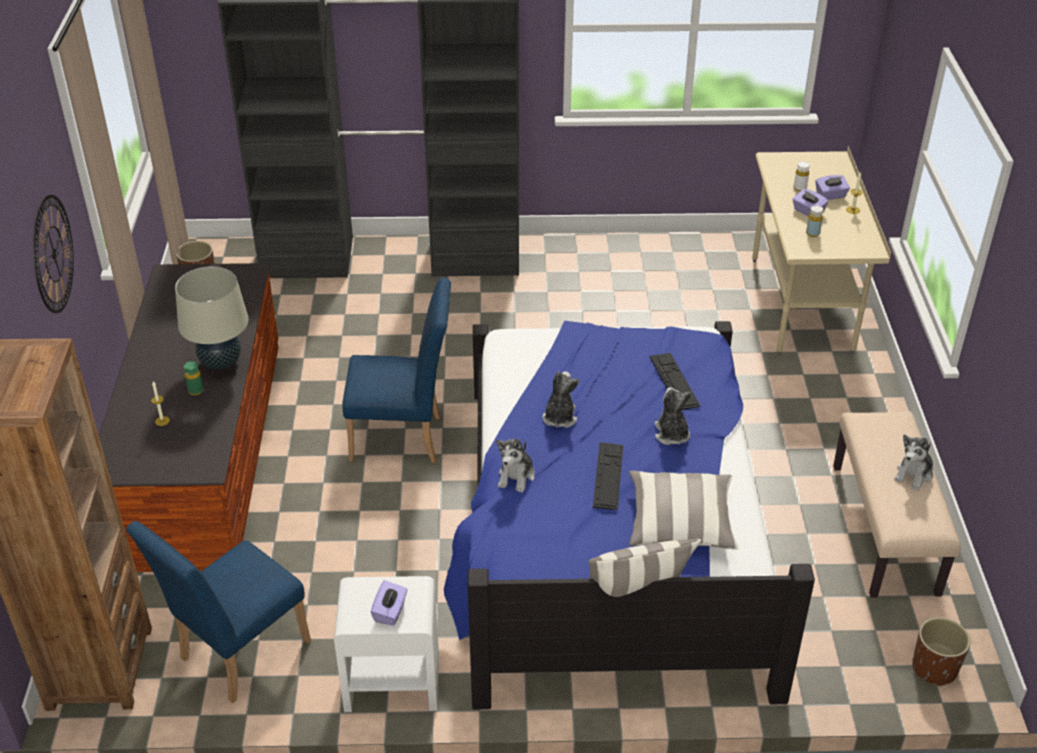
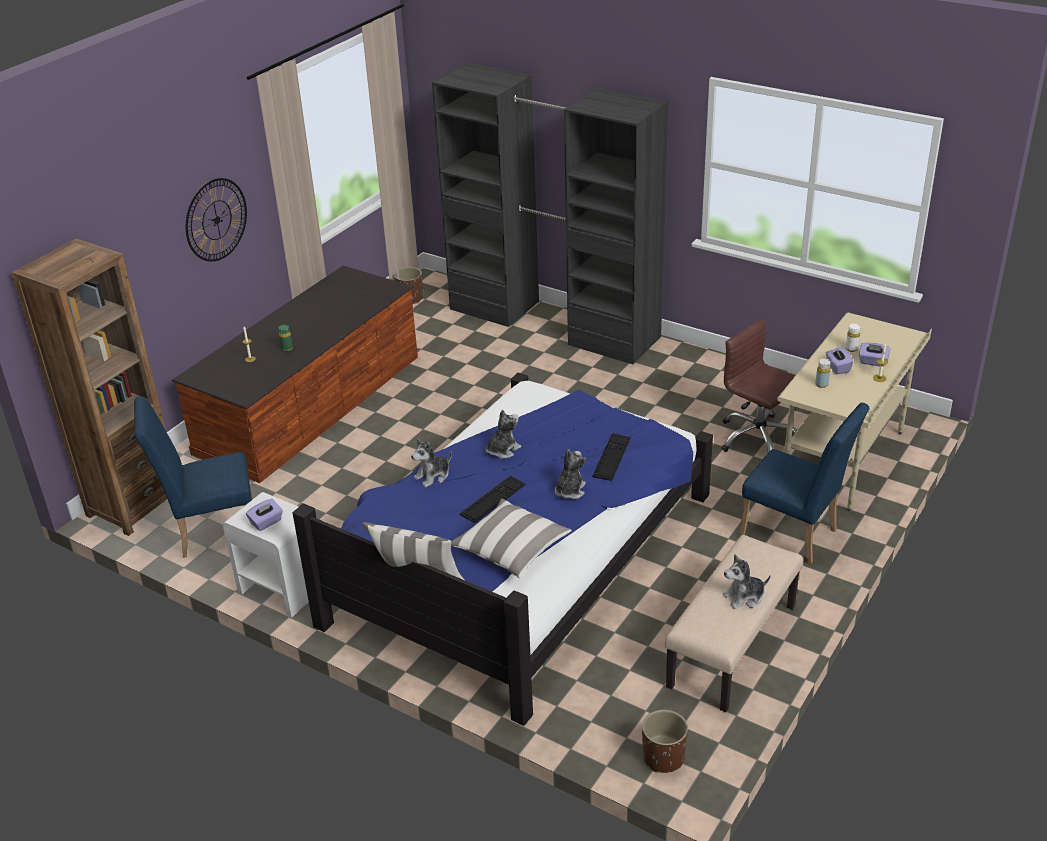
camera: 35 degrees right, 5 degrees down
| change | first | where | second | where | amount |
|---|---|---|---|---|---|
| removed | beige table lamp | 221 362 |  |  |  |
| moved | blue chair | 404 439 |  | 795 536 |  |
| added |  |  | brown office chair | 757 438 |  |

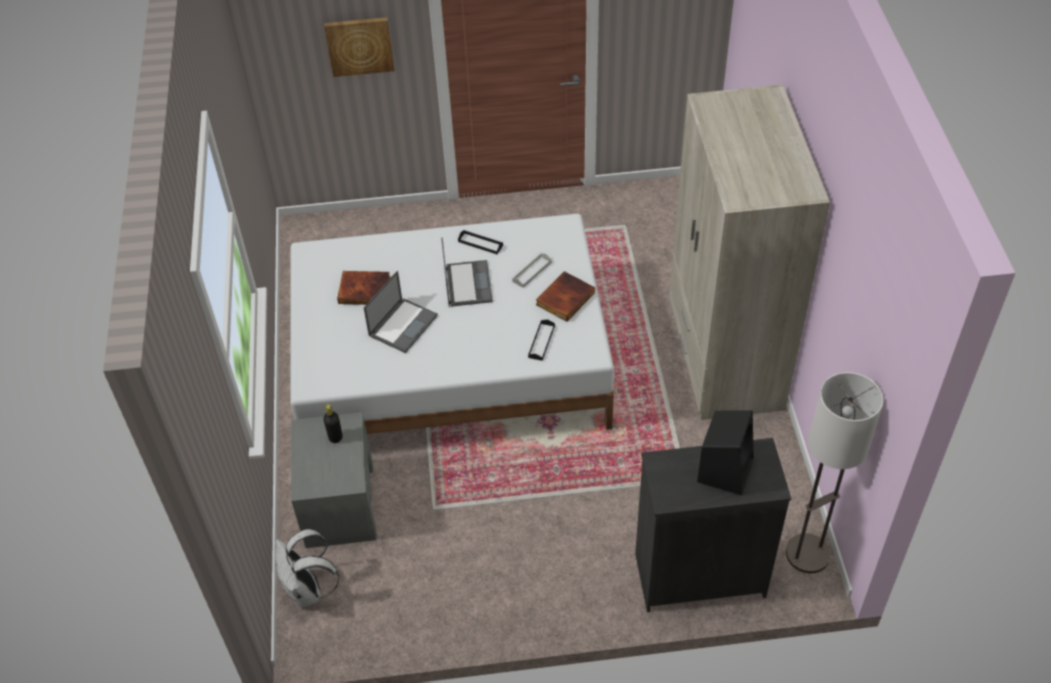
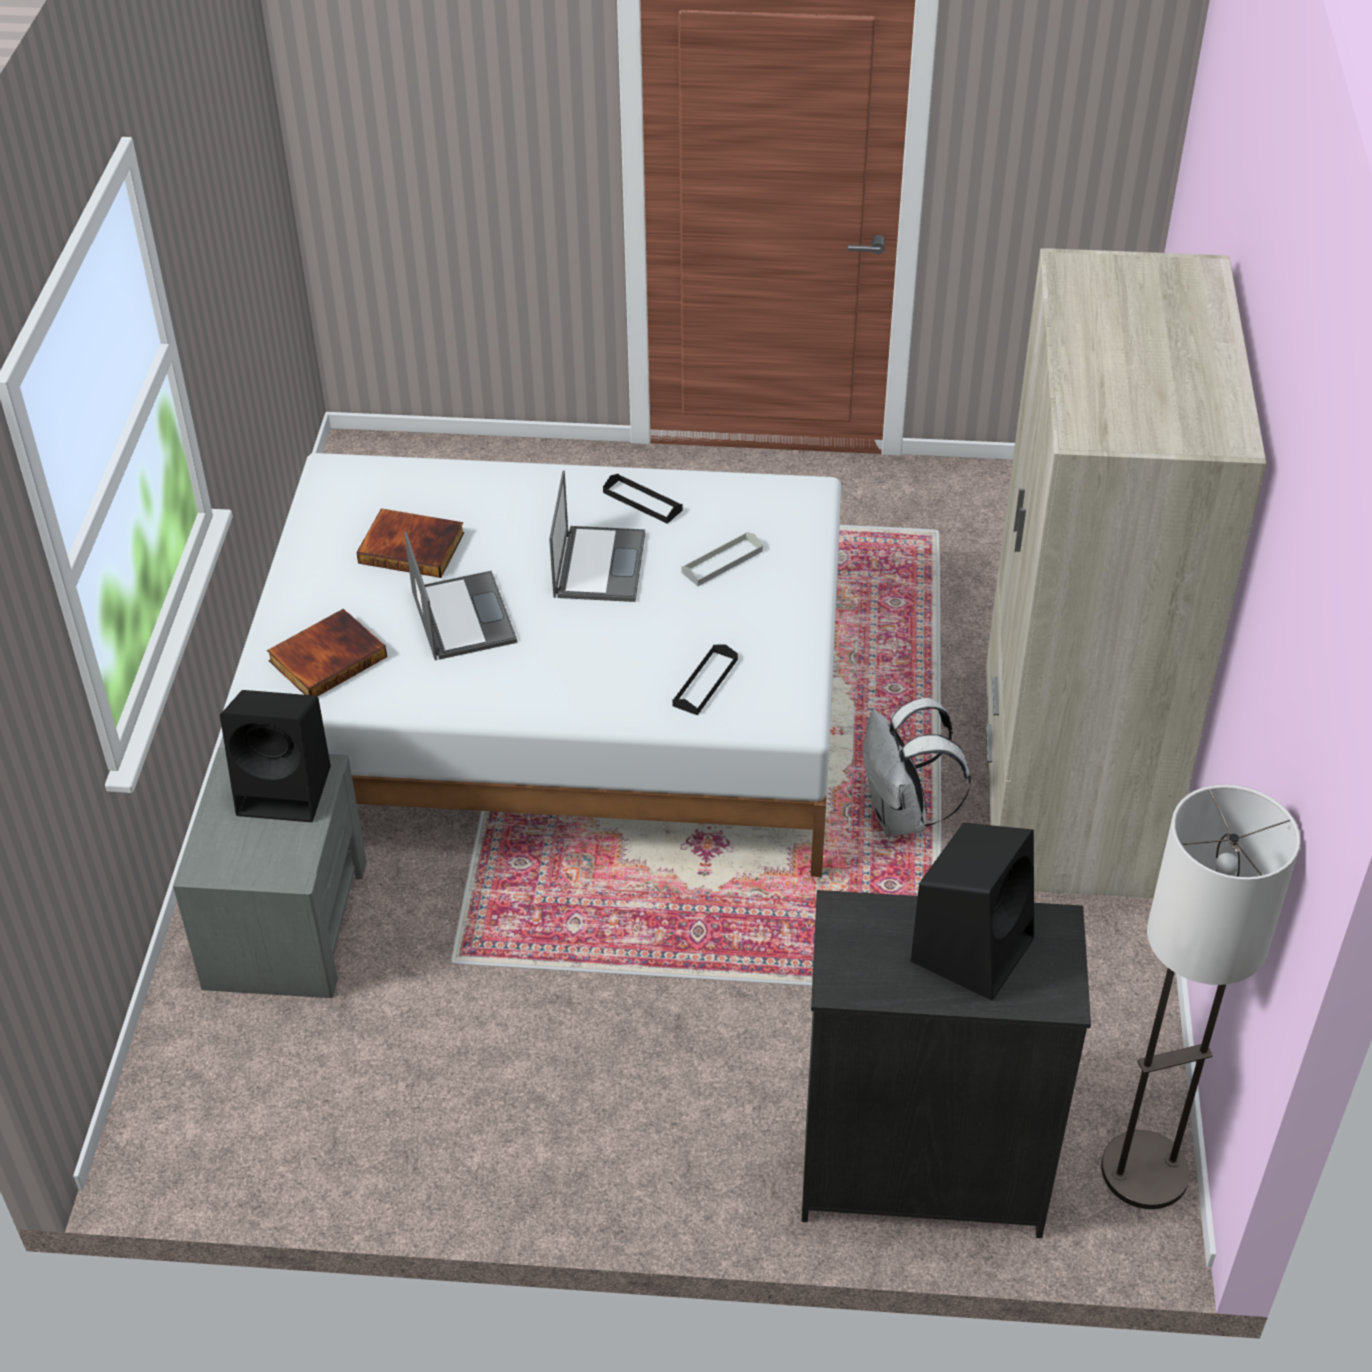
camera: 10 degrees right, 5 degrees down
| change | first | where | second | where | amount |
|---|---|---|---|---|---|
| removed | picture | 359 45 |  |  |  |
| turned | laptop | 403 325 |  | 462 615 | 60 degrees counterclockwise |
| moved | book | 564 298 |  | 327 657 |  |
| replaced | black bottle | 335 437 | black speaker | 287 790 |  |
| moved | white backpack | 308 591 |  | 902 816 |  |

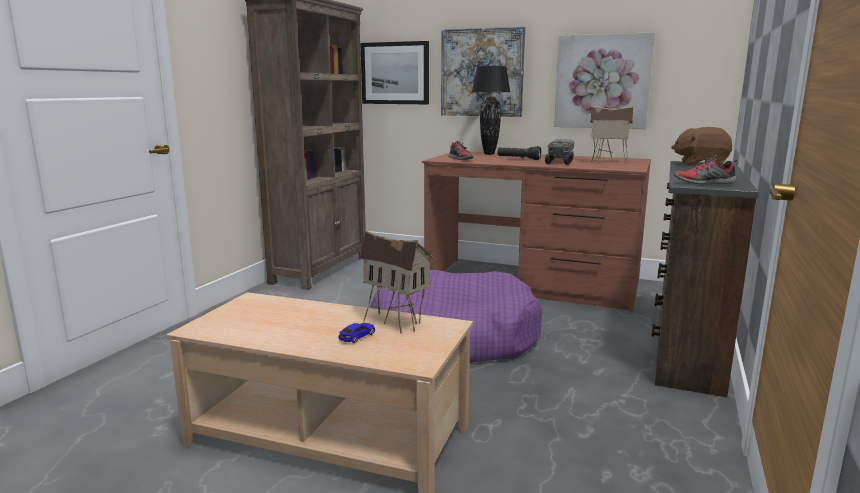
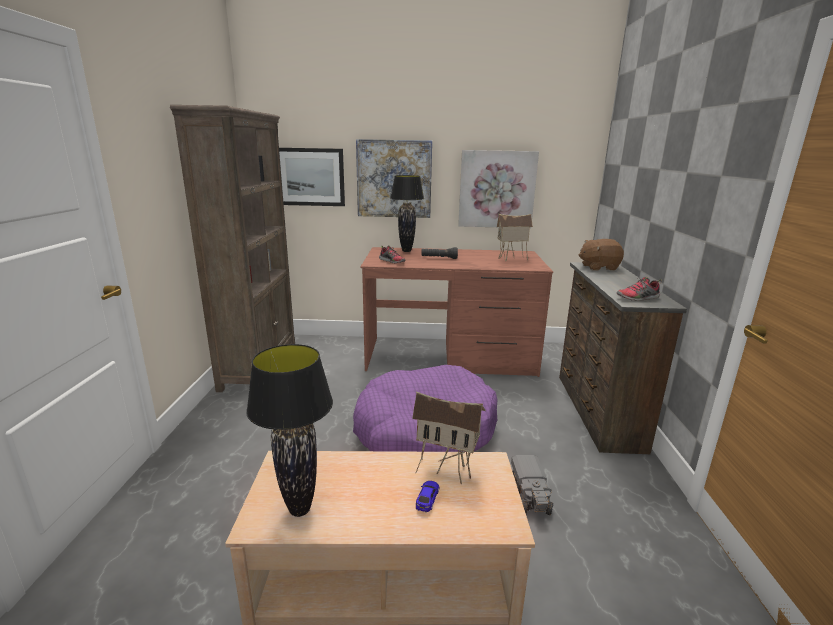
camera: 20 degrees left, 5 degrees up
| change | first | where | second | where | amount |
|---|---|---|---|---|---|
| moved | toy truck | 559 162 |  | 530 496 |  |
| added |  |  | black table lamp | 300 510 |  |

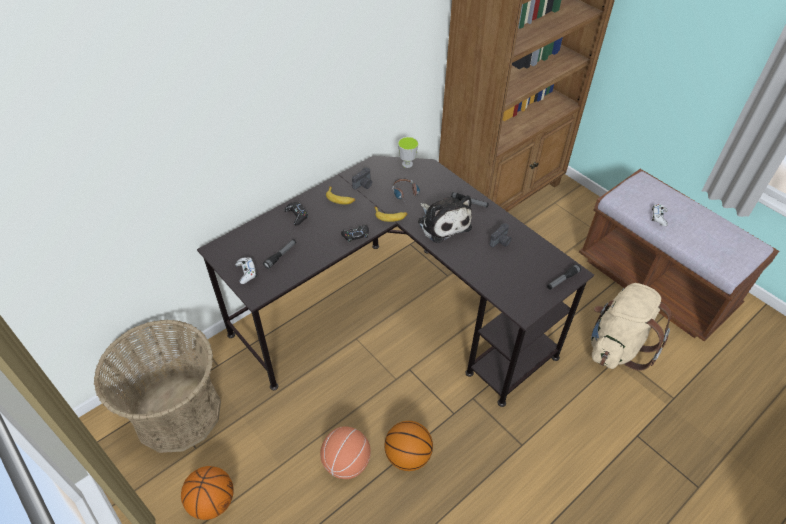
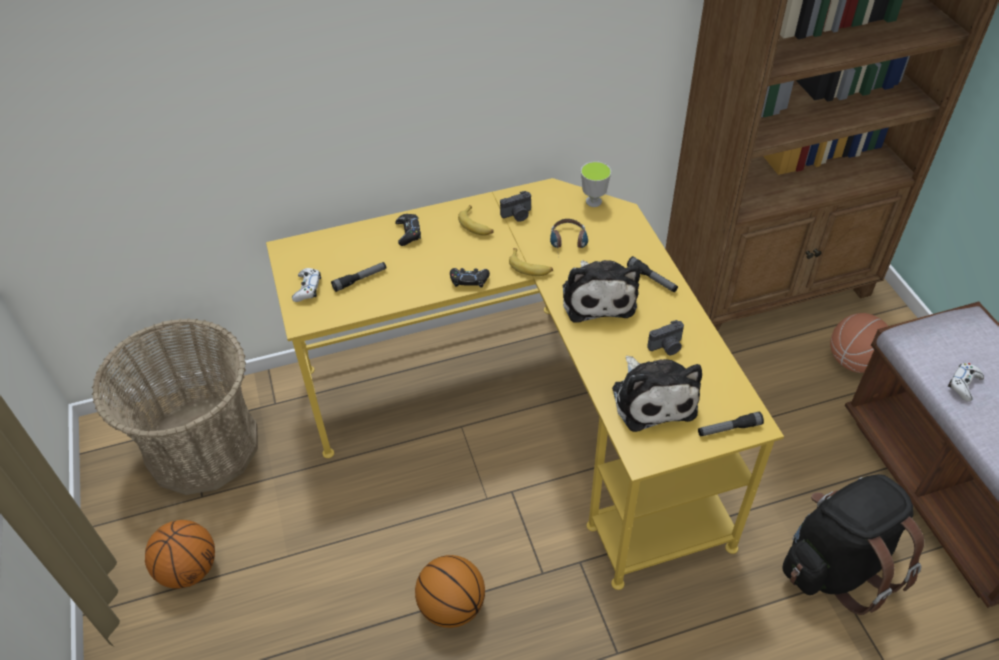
camera: 25 degrees right, 0 degrees up
| change | first | where | second | where | amount |
|---|---|---|---|---|---|
| recoloured | black desk | 394 315 | yellow desk | 527 412 |  |
| recoloured | beige backpack | 616 346 | black backpack | 837 565 |  |
| moved | basketball | 346 462 |  | 854 360 |  |
| added |  |  | plush toy | 652 397 |  |

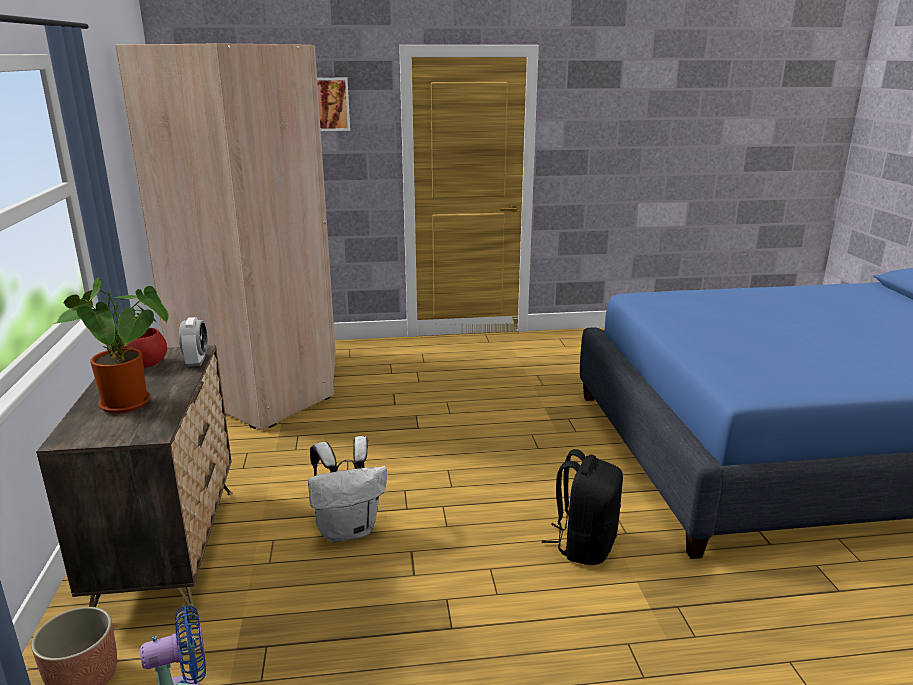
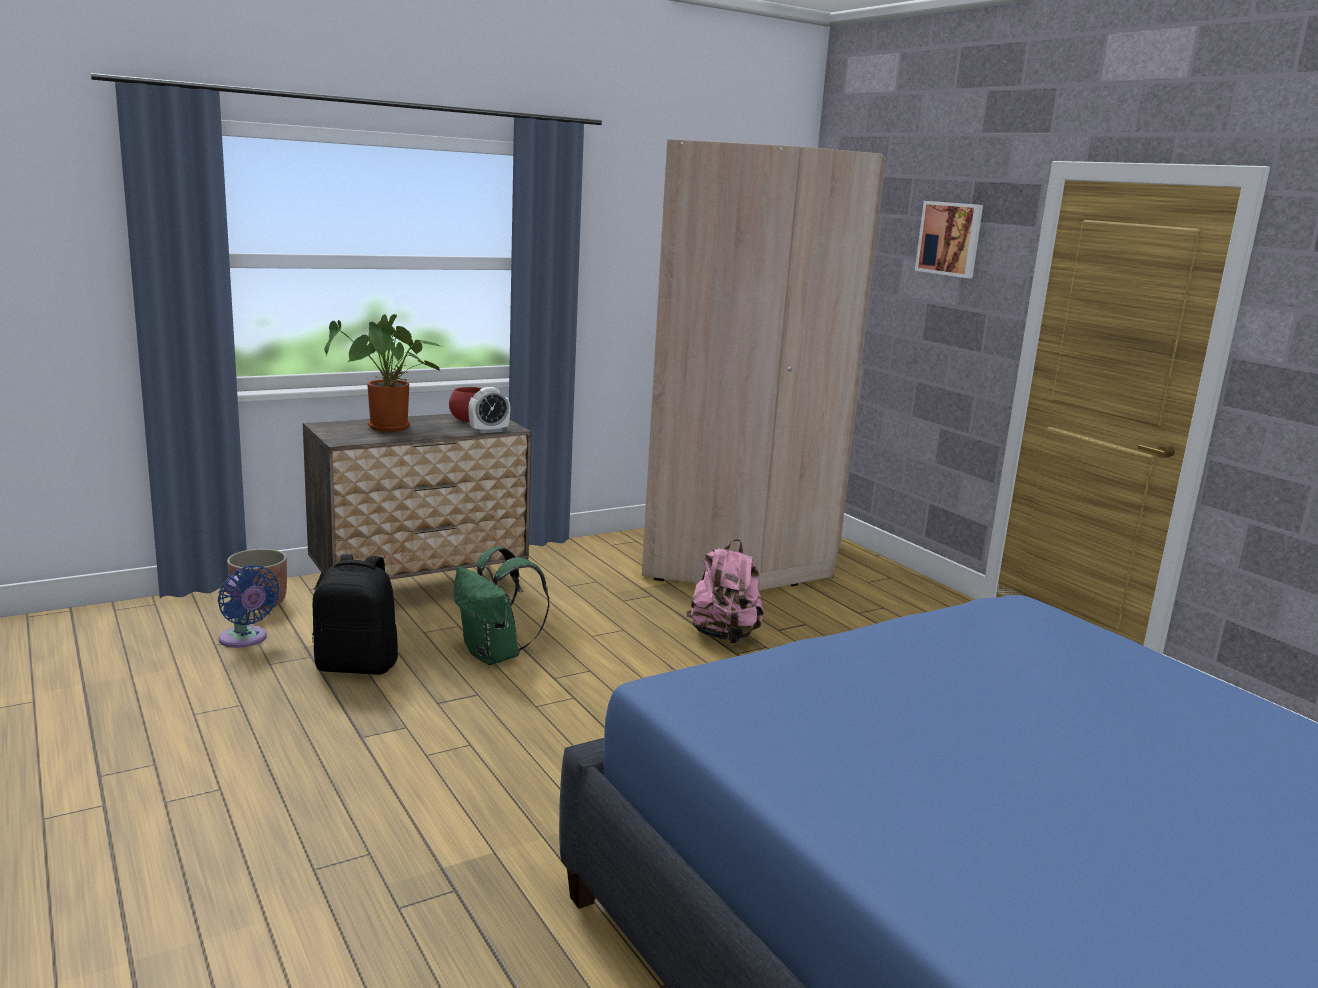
camera: 65 degrees right, 5 degrees down
| change | first | where | second | where | amount |
|---|---|---|---|---|---|
| recoloured | white backpack | 348 530 | green backpack | 495 655 |  |
| moved | black backpack | 584 545 |  | 357 666 |  |
| added |  |  | pink backpack | 724 636 |  |

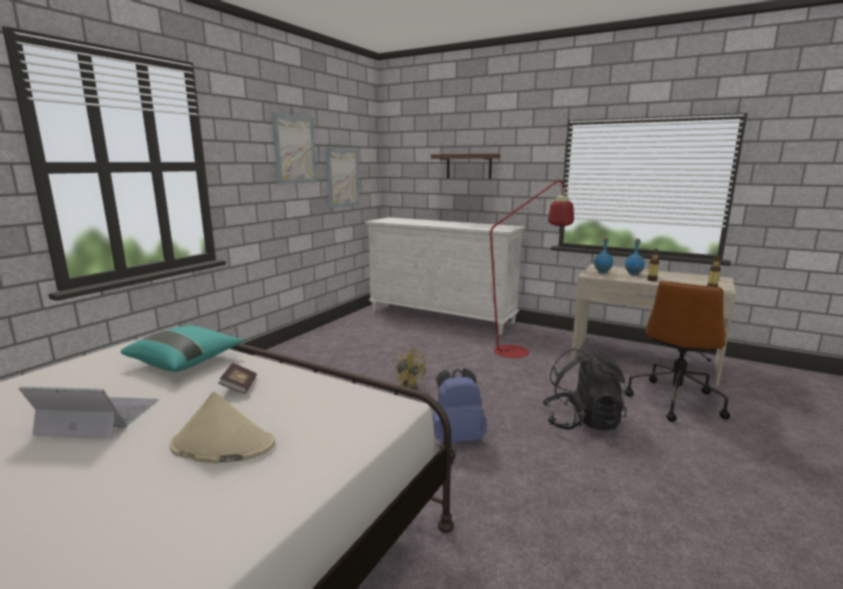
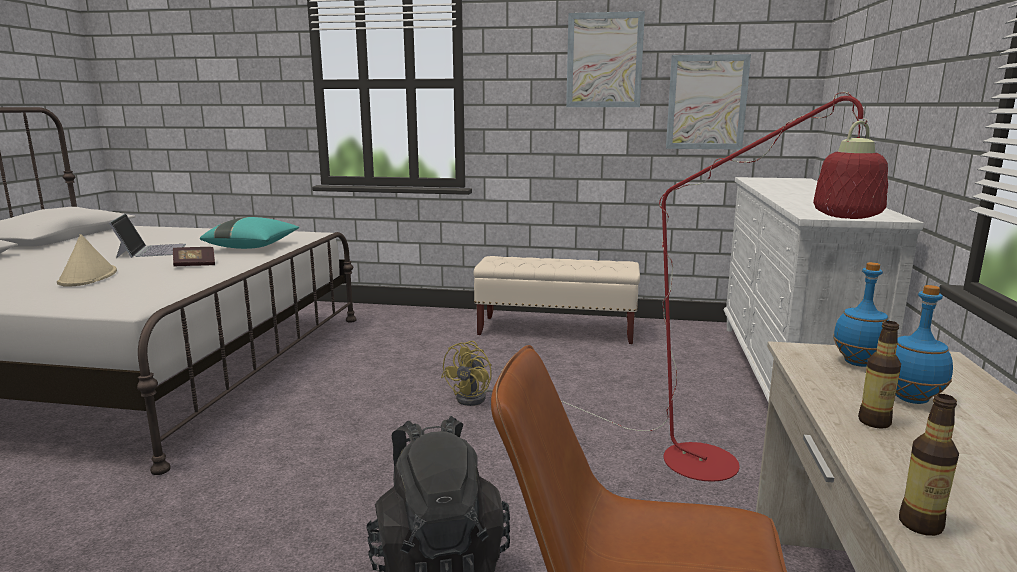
camera: 70 degrees right, 0 degrees up
| change | first | where | second | where | amount |
|---|---|---|---|---|---|
| removed | shelf | 469 166 |  |  |  |
| removed | blue backpack | 457 438 |  |  |  |
| added |  |  | beige bench | 556 330 |  |

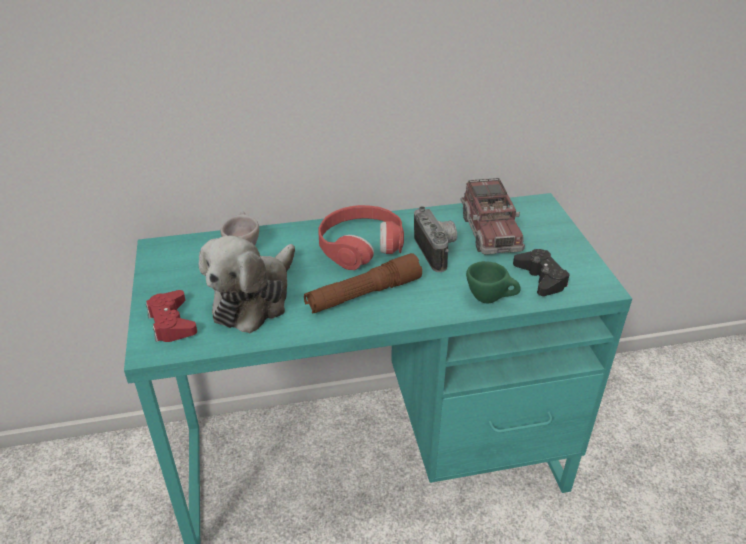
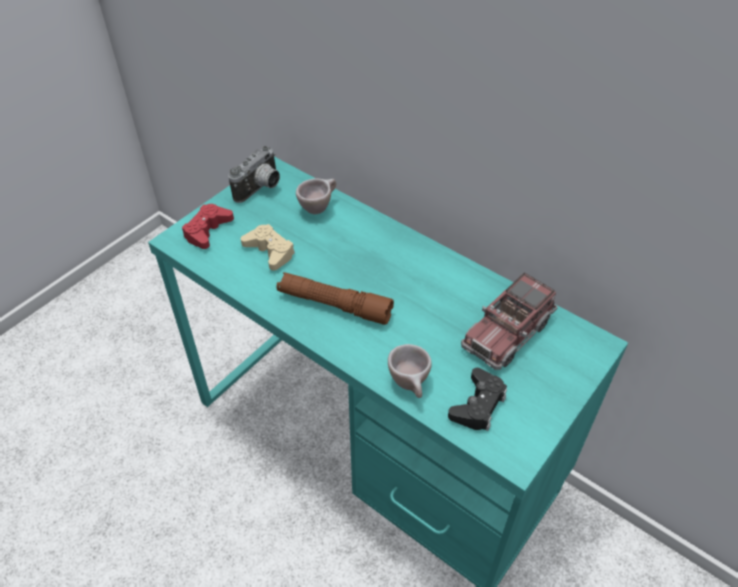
camera: 50 degrees right, 10 degrees up
| change | first | where | second | where | amount |
|---|---|---|---|---|---|
| removed | red headphones | 360 245 |  |  |  |
| moved | photo camera | 437 251 |  | 261 189 |  |
| replaced | plush toy | 254 298 | beige game controller | 270 251 |  |
| recoloured | green cup | 491 299 | beige cup | 411 385 |  |

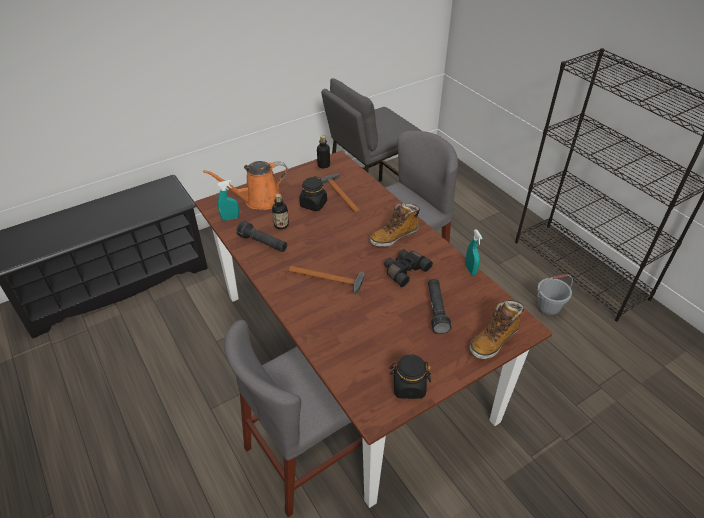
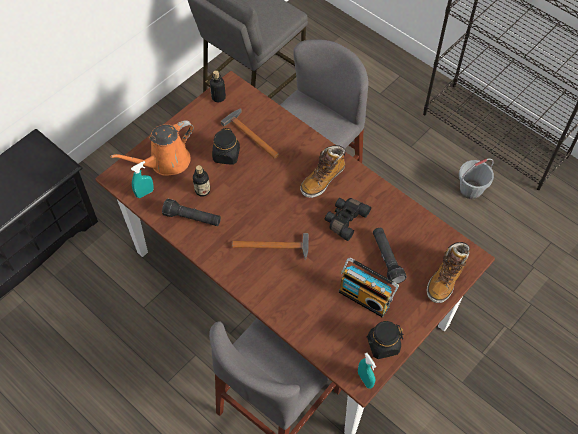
camera: 15 degrees left, 15 degrees up
| change | first | where | second | where | amount |
|---|---|---|---|---|---|
| moved | turquoise spray bottle | 470 269 |  | 365 379 |  |
| added |  |  | radio | 365 297 |  |

